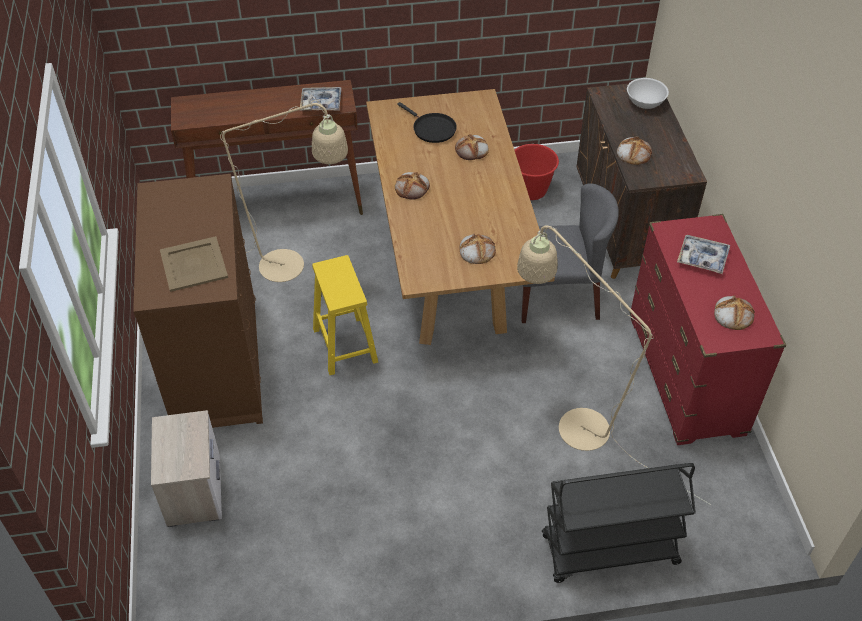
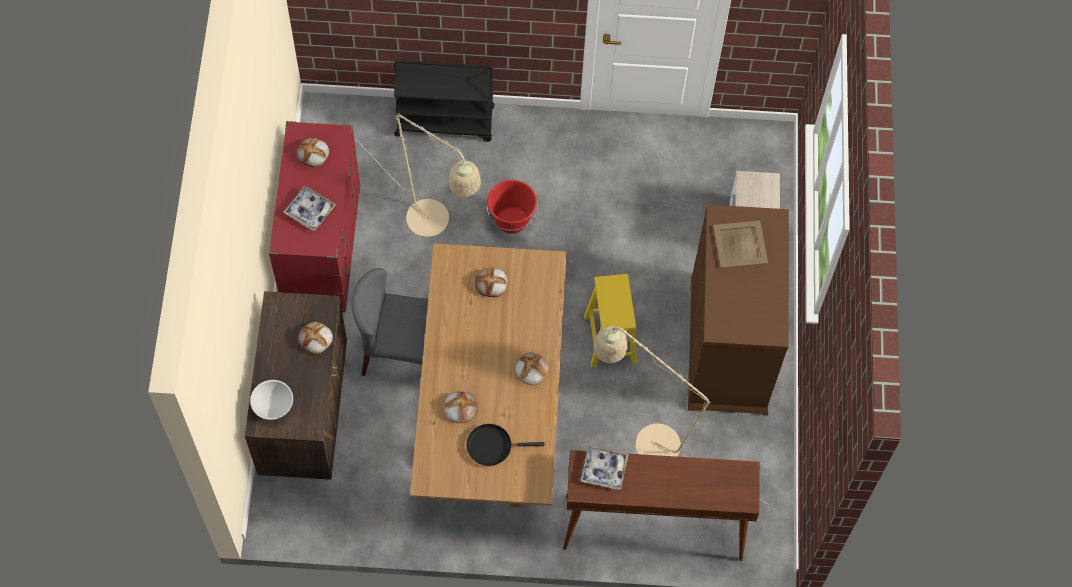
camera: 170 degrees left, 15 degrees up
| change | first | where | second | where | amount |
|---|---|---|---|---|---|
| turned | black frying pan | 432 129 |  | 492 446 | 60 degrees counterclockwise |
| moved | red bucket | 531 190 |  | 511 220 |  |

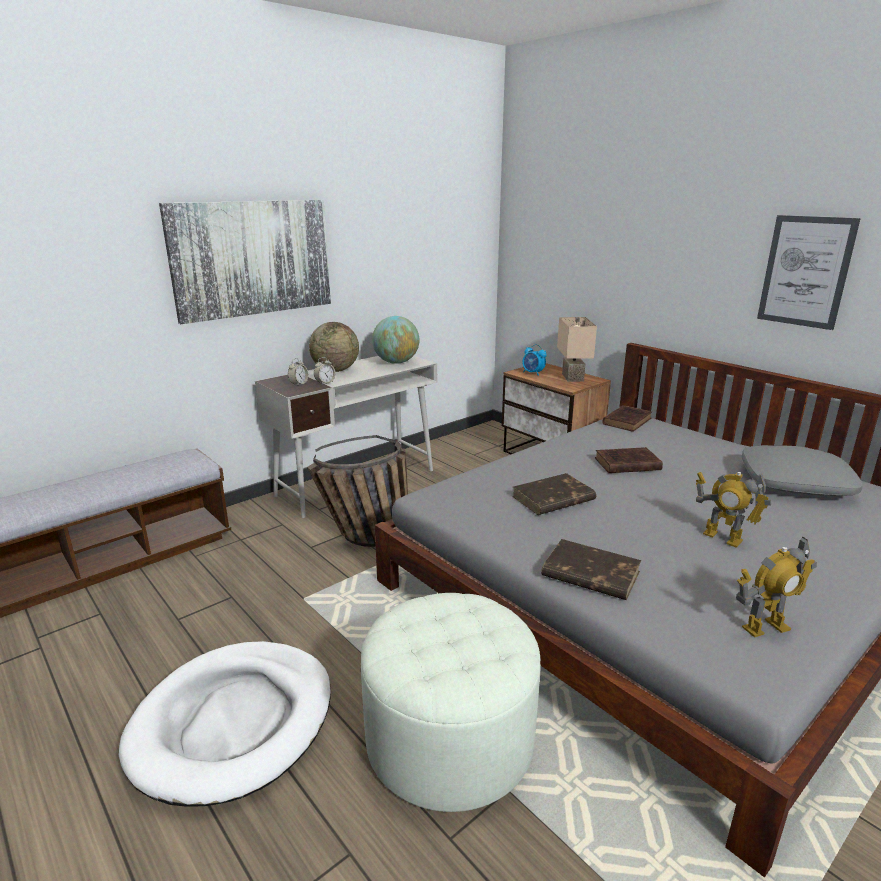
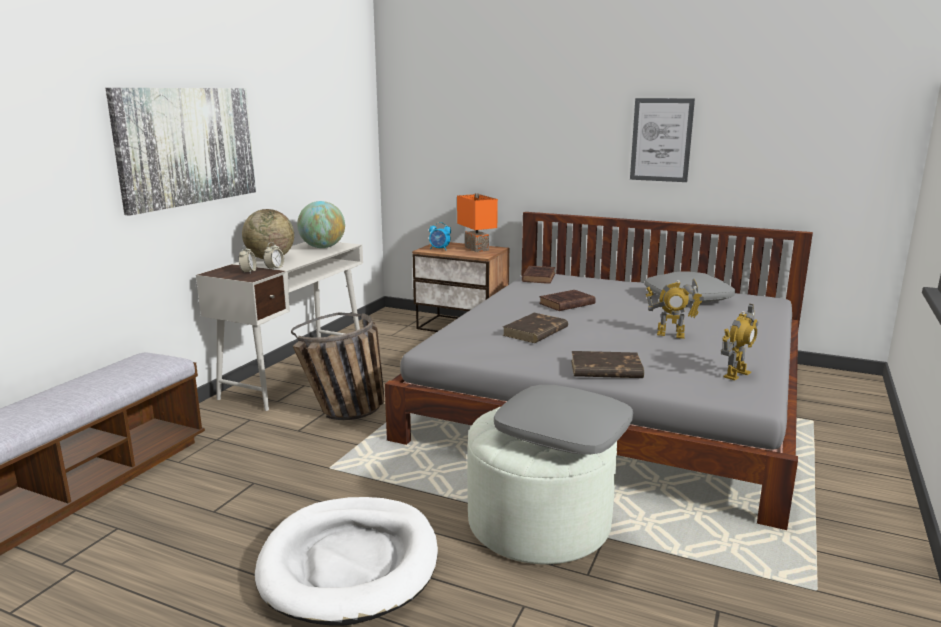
camera: 25 degrees left, 5 degrees down
| change | first | where | second | where | amount |
|---|---|---|---|---|---|
| recoloured | beige table lamp | 574 377 | orange table lamp | 478 249 |  |
| added |  |  | grey pillow | 563 433 |  |

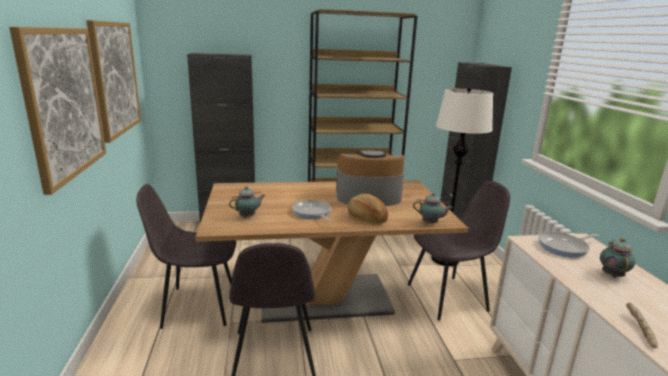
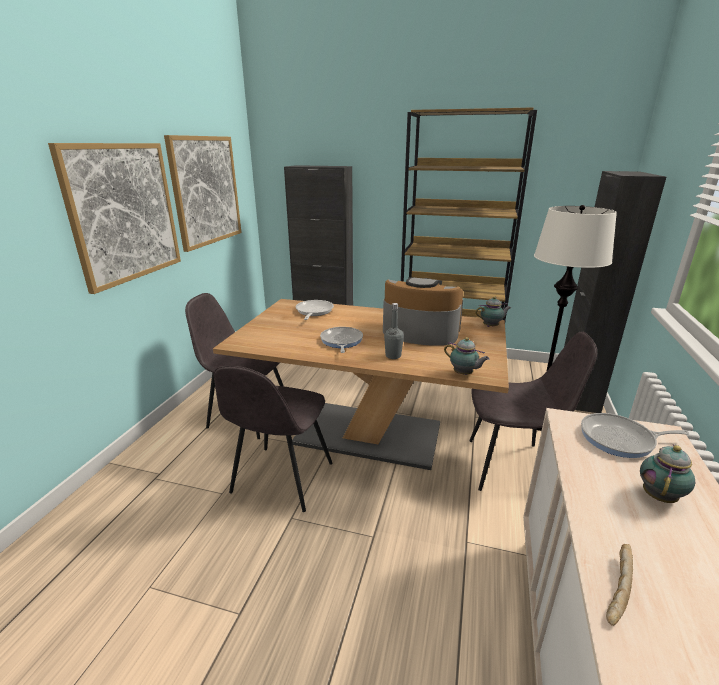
camera: 25 degrees right, 5 degrees up
| change | first | where | second | where | amount |
|---|---|---|---|---|---|
| moved | teapot | 248 216 |  | 491 326 |  |
| replaced | bread | 366 218 | grey bottle | 393 356 |  |
| added |  |  | frying pan | 313 312 |  |

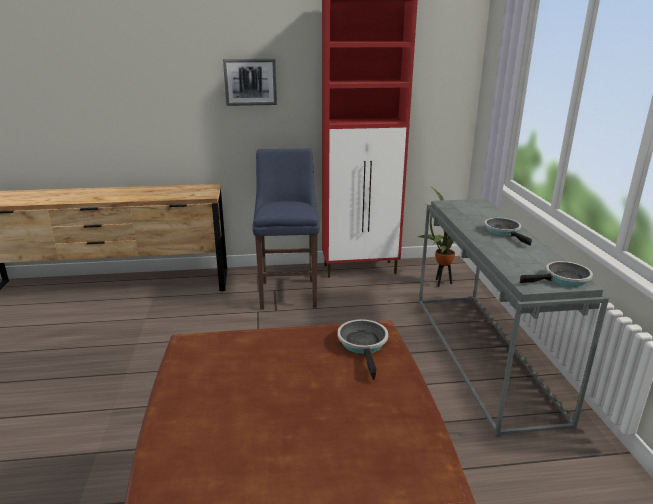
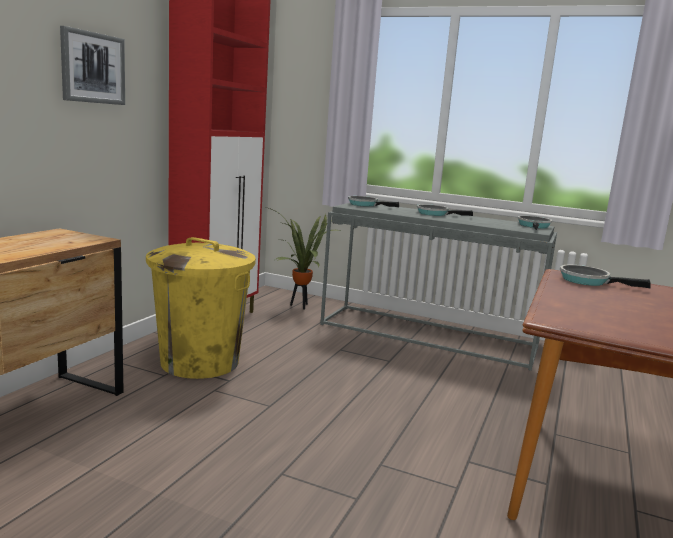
camera: 60 degrees left, 10 degrees down
| change | first | where | second | where | amount |
|---|---|---|---|---|---|
| replaced | blue stool | 288 292 | yellow trash can | 200 362 |  |
| added |  |  | frying pan | 365 205 |  |

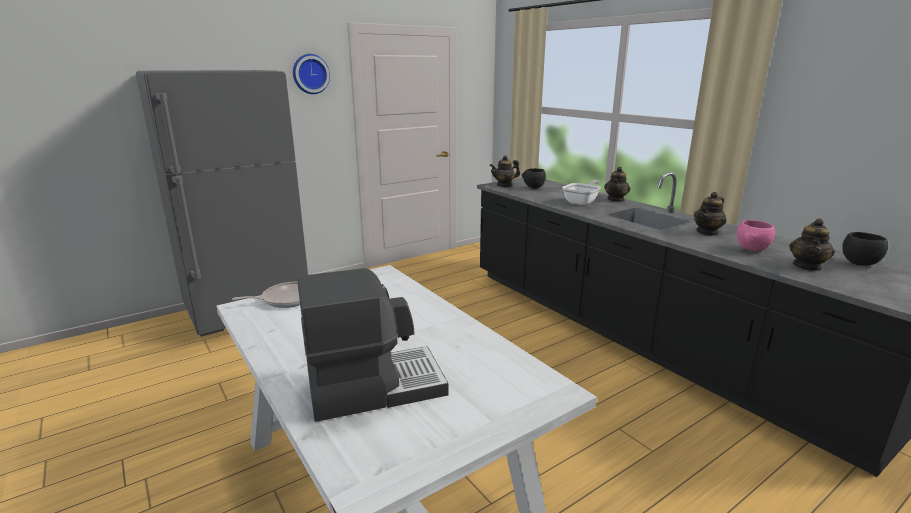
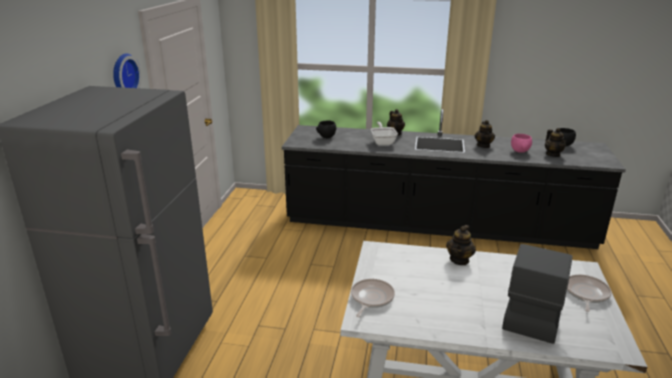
camera: 45 degrees left, 5 degrees up
| change | first | where | second | where | amount |
|---|---|---|---|---|---|
| moved | teapot | 504 185 |  | 459 260 |  |
| added |  |  | frying pan | 586 293 |  |

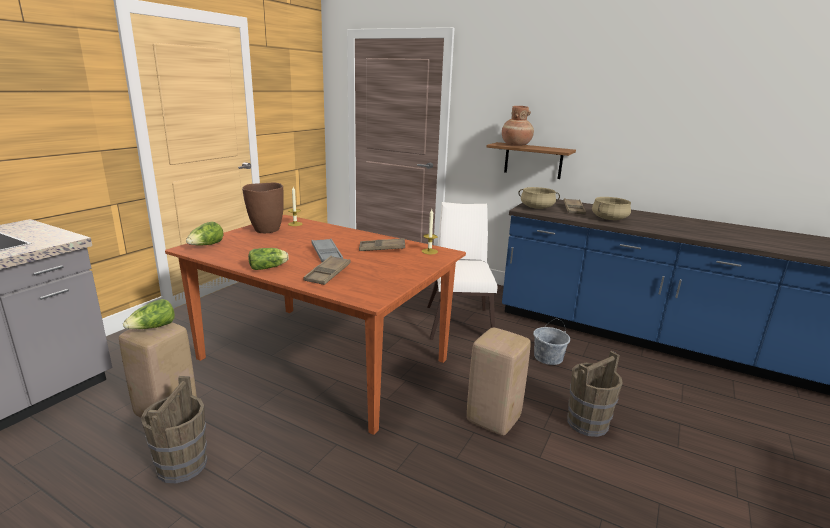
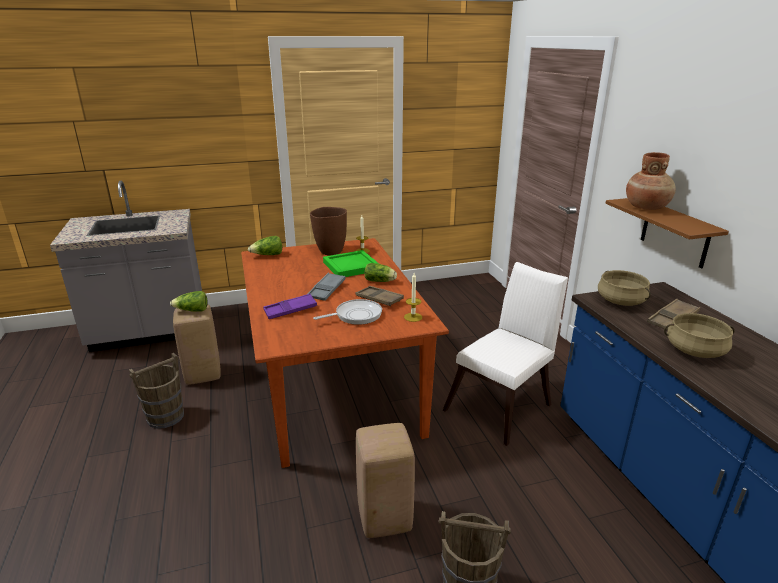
camera: 45 degrees right, 5 degrees up
| change | first | where | second | where | amount |
|---|---|---|---|---|---|
| moved | lettuce | 269 267 |  | 380 281 |  |
| recoloured | brown tray | 328 274 | purple tray | 290 310 |  |
| removed | grey bucket | 548 357 |  |  |  |
| added |  |  | green tray | 351 266 |  |
| added |  |  | frying pan | 355 315 |  |

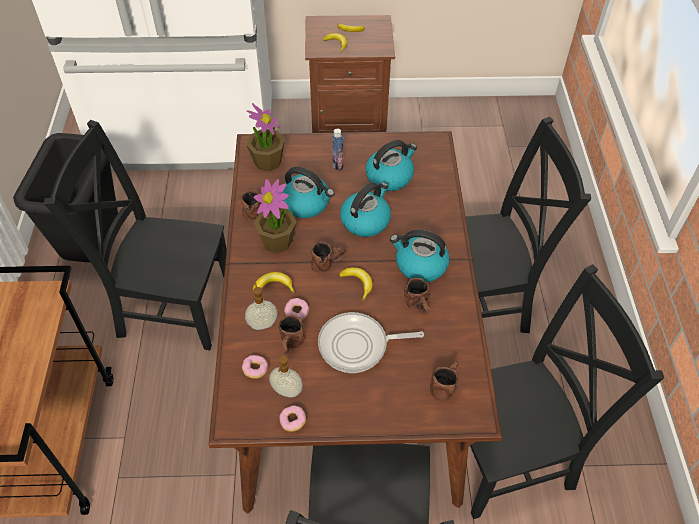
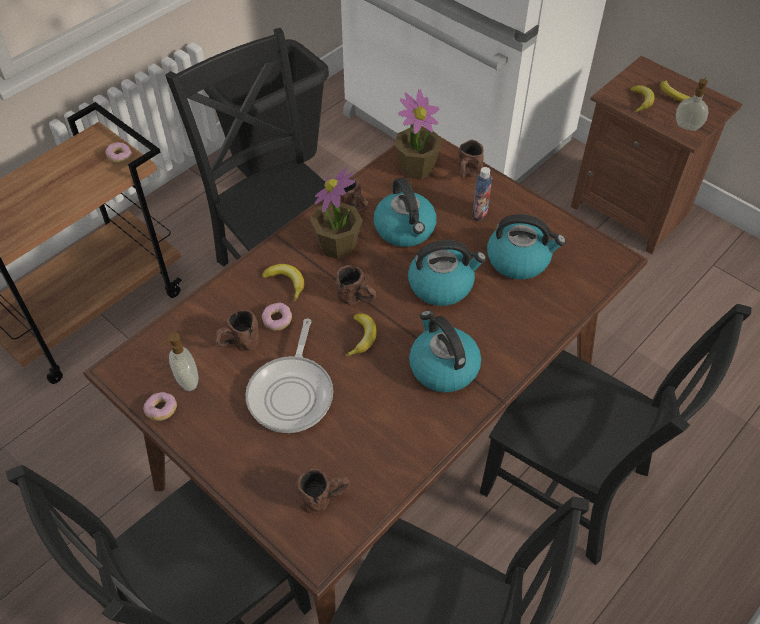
camera: 45 degrees right, 0 degrees up
| change | first | where | second | where | amount |
|---|---|---|---|---|---|
| moved | brown mug | 418 307 |  | 467 175 |  |
| moved | soap dispenser | 262 323 |  | 687 126 |  |
| turned | frying pan | 357 345 |  | 292 393 | 120 degrees counterclockwise |
| moved | donut | 255 369 |  | 120 157 |  |

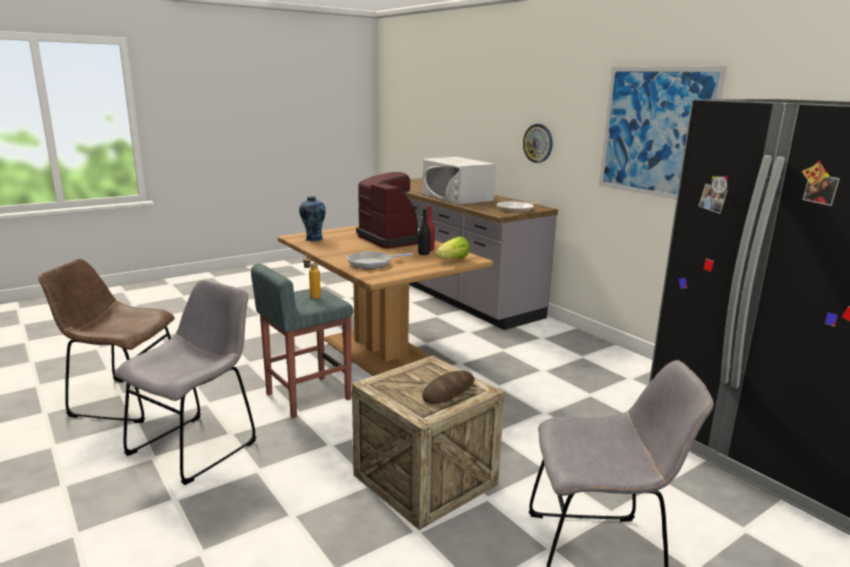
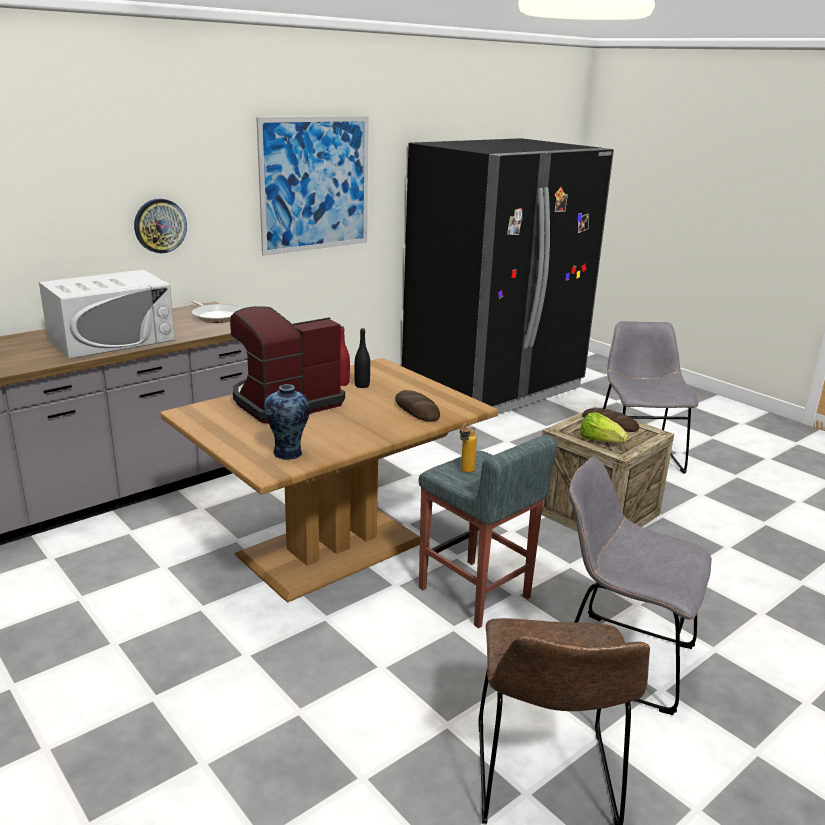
camera: 95 degrees left, 5 degrees up
| change | first | where | second | where | amount |
|---|---|---|---|---|---|
| moved | lettuce | 453 260 |  | 600 441 |  |
| replaced | frying pan | 372 263 | bread | 416 410 |  |

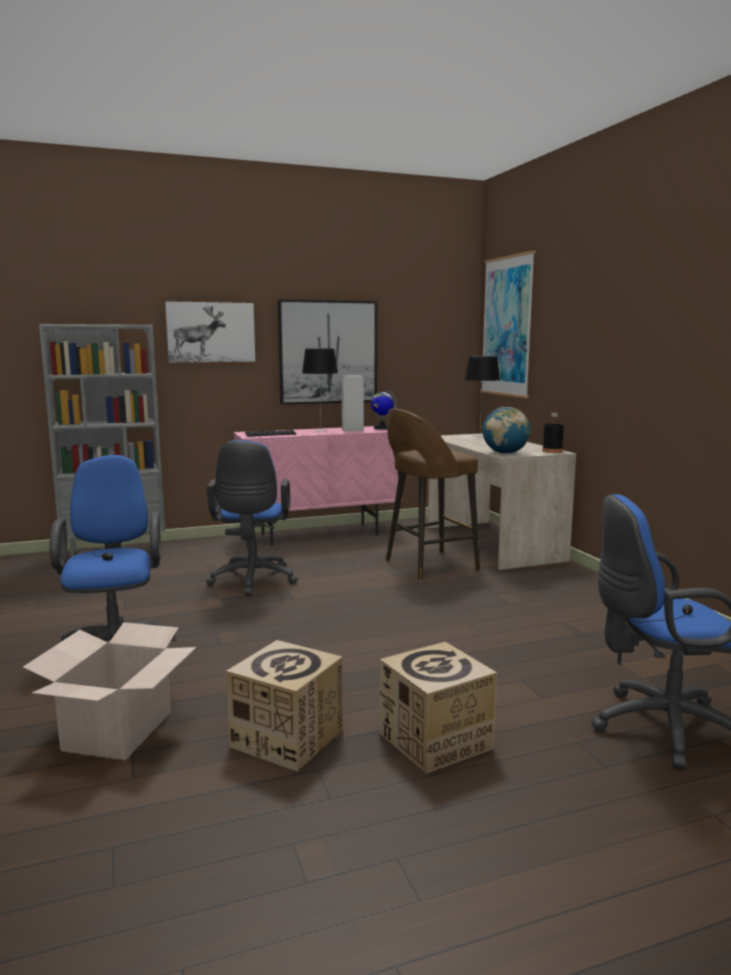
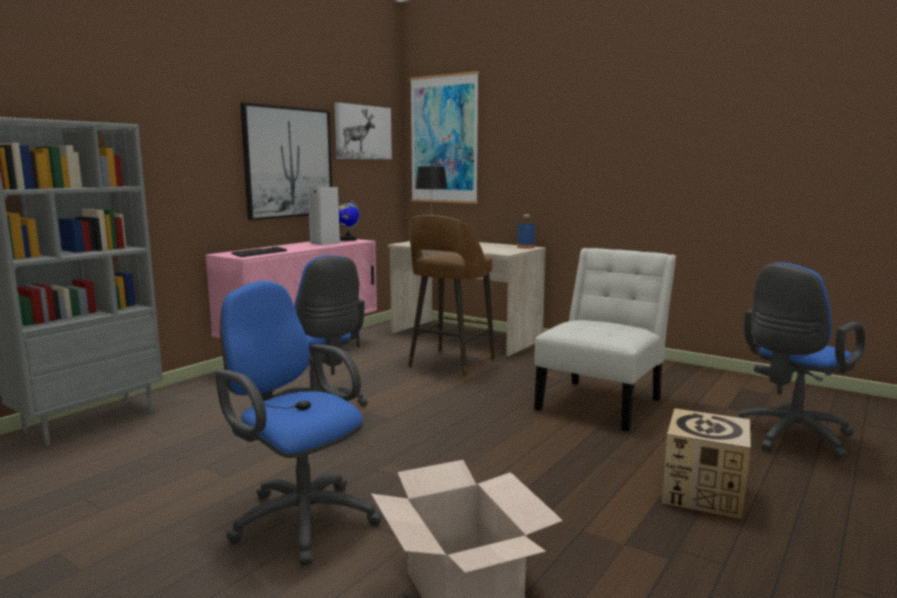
camera: 35 degrees left, 0 degrees up
| change | first | where | second | where | amount |
|---|---|---|---|---|---|
| moved | picture | 210 332 |  | 362 132 |  |
| removed | table lamp | 320 431 |  |  |  |
| removed | globe | 505 453 |  |  |  |
| recoloured | black bottle | 552 451 | blue bottle | 525 247 |  |
| removed | cardboard box | 287 738 |  |  |  |
| added |  |  | white chair | 602 402 |  |

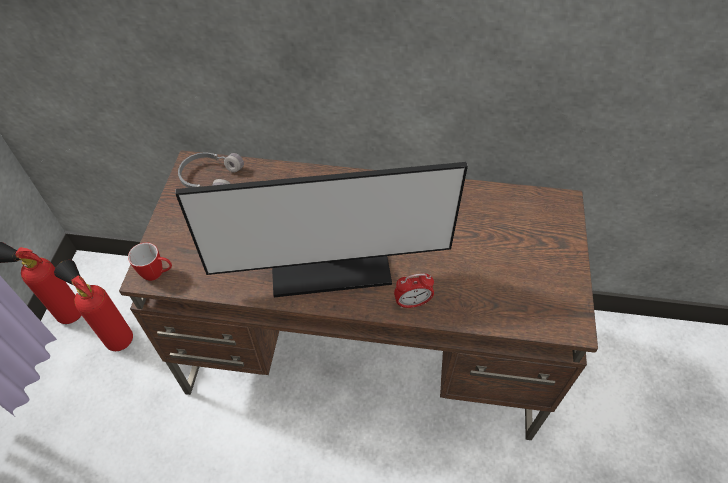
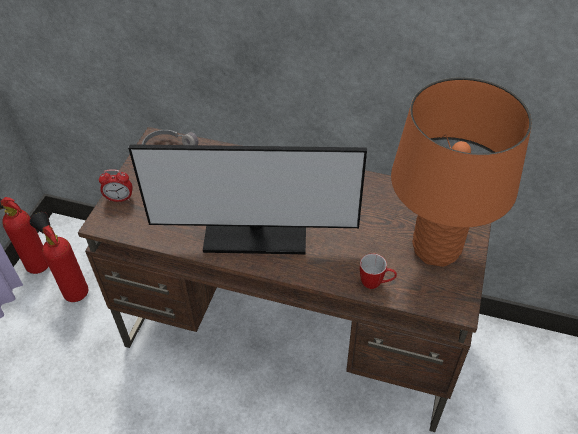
camera: 10 degrees right, 5 degrees down
| change | first | where | second | where | amount |
|---|---|---|---|---|---|
| moved | mug | 158 274 |  | 376 283 |  |
| moved | alarm clock | 412 302 |  | 119 199 |  |
| added |  |  | orange table lamp | 436 249 |  |

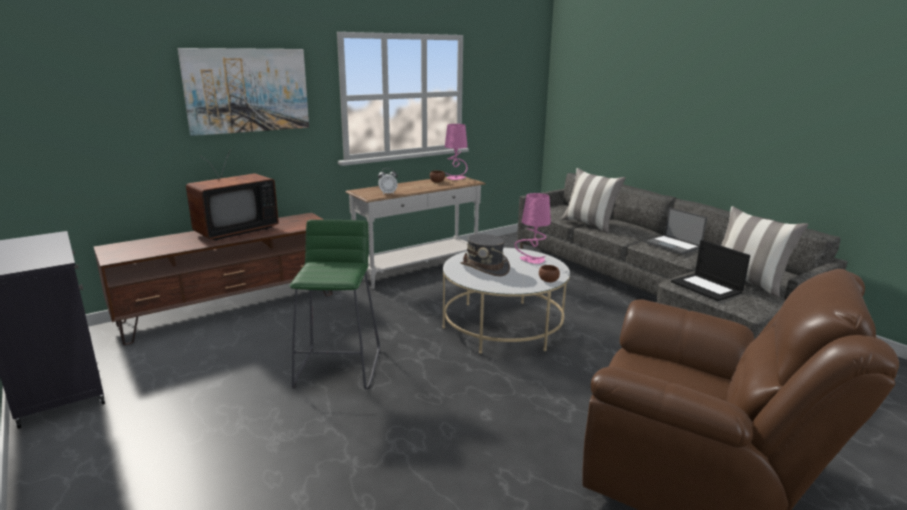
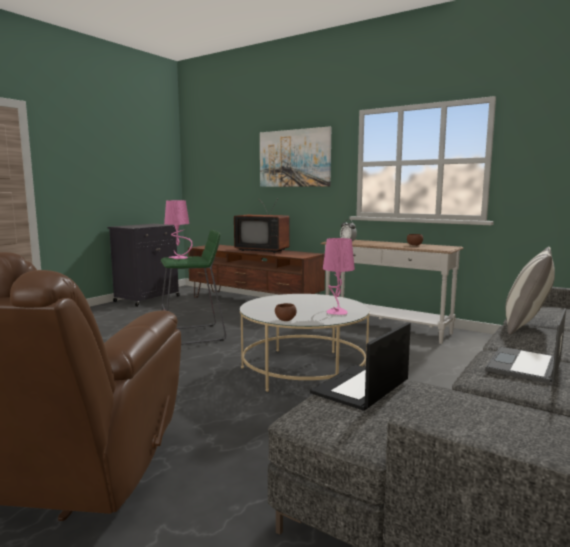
camera: 70 degrees right, 10 degrees down
| change | first | where | second | where | amount |
|---|---|---|---|---|---|
| moved | pink table lamp | 456 178 |  | 179 258 |  |
| removed | pillow | 747 282 |  |  |  |
| removed | grey hat | 485 268 |  |  |  |

